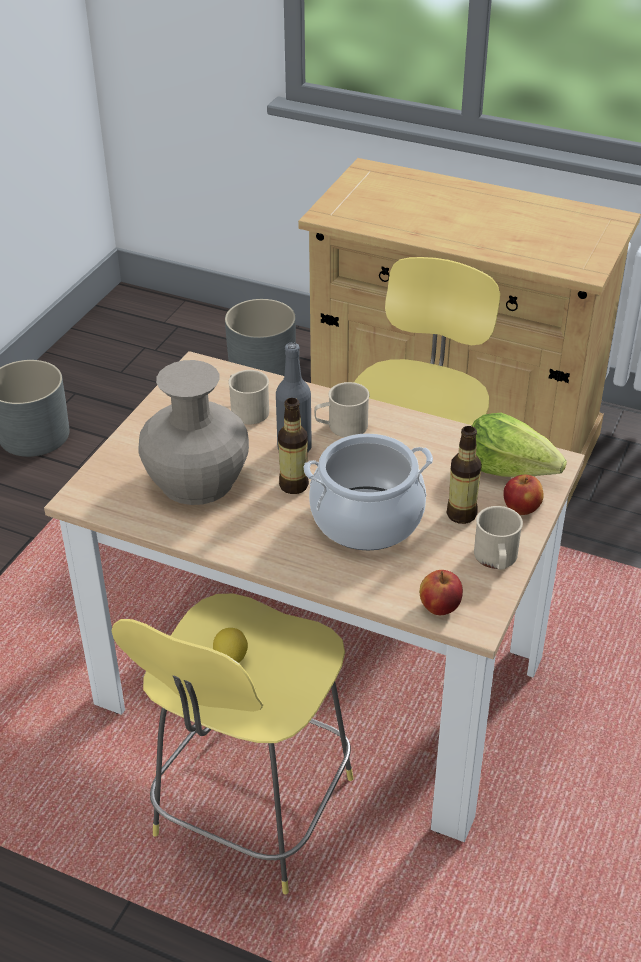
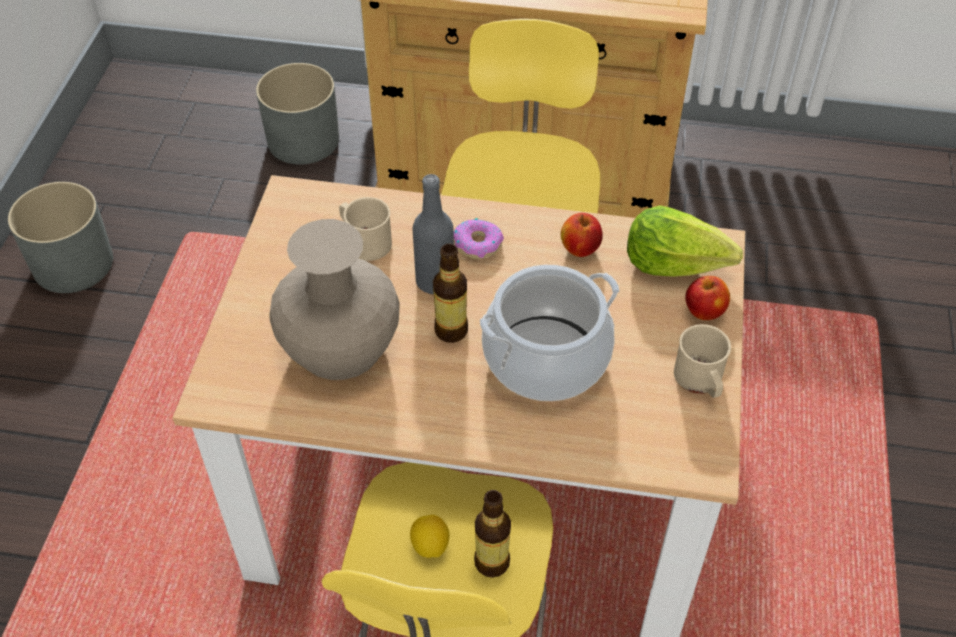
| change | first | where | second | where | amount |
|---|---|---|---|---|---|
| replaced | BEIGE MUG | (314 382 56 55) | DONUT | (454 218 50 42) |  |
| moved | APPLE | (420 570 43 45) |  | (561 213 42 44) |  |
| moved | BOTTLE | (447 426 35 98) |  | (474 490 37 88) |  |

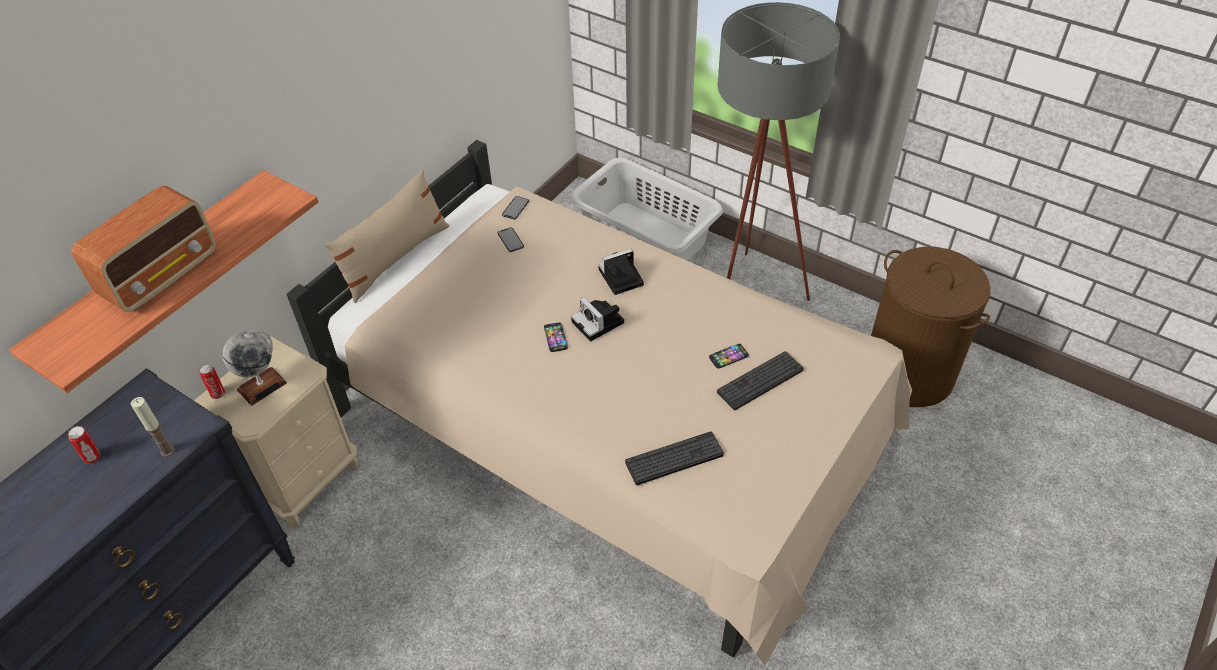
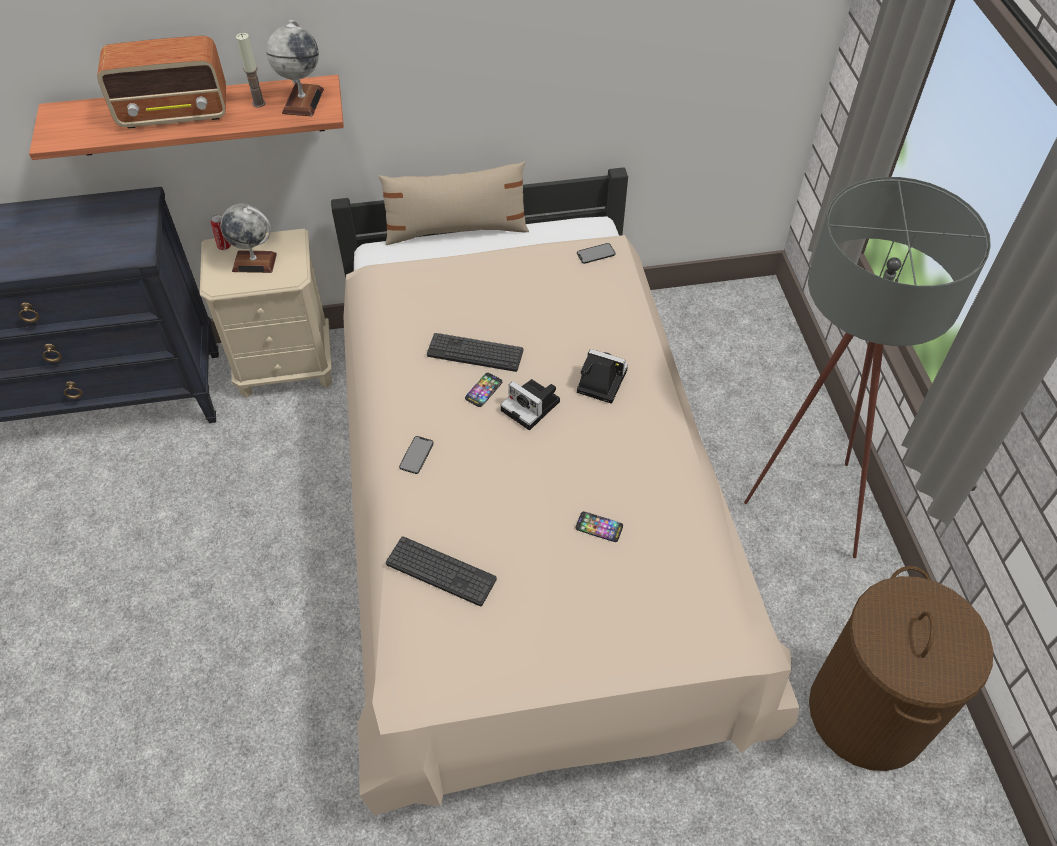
| change | first | where | second | where | amount |
|---|---|---|---|---|---|
| removed | CAN | (68 426 32 38) |  |  |  |
| moved | CANDLE | (131 397 44 60) |  | (236 33 29 75) |  |
| moved | PHONE | (498 227 26 25) |  | (399 436 35 38) |  |
| removed | GREY LAUNDRY BASKET | (570 158 153 103) |  |  |  |
| turned | PHOTO CAMERA | (571 297 53 44) |  | (500 379 60 51) | 60 degrees counterclockwise |
| moved | KEYBOARD | (717 351 87 59) |  | (427 333 96 39) |  |
| added |  |  | GLOBE | (266 20 58 96) |  |

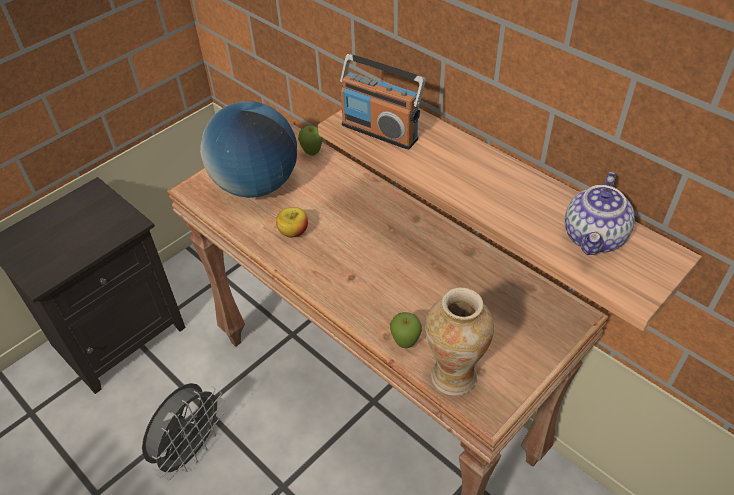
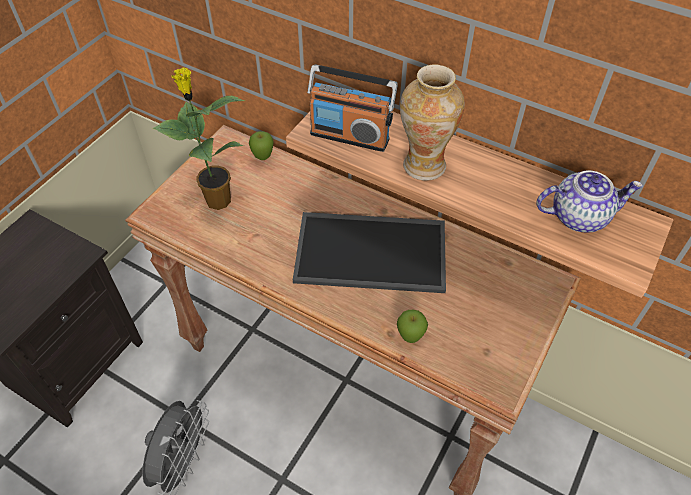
| change | first | where | second | where | amount |
|---|---|---|---|---|---|
| replaced | GLOBE | (200 101 97 97) | POTTED PLANT | (153 67 92 143) |  |
| removed | APPLE | (276 207 32 30) |  |  |  |
| moved | VASE | (425 288 69 108) |  | (400 64 65 117) |  |
| turned | TEAPOT | (565 172 70 83) |  | (536 170 107 63) | 105 degrees counterclockwise |
| added |  |  | TRAY | (293 212 153 81) |  |

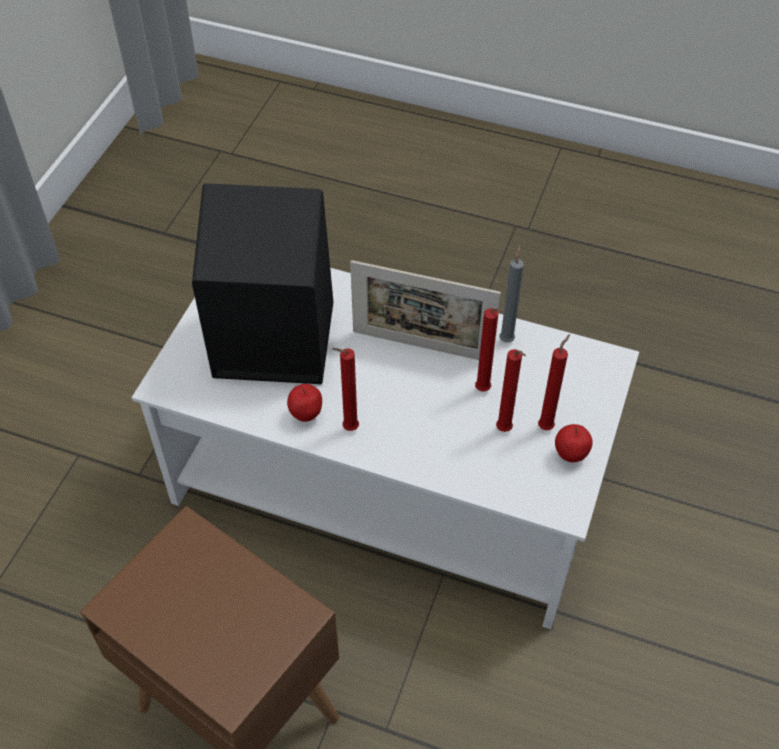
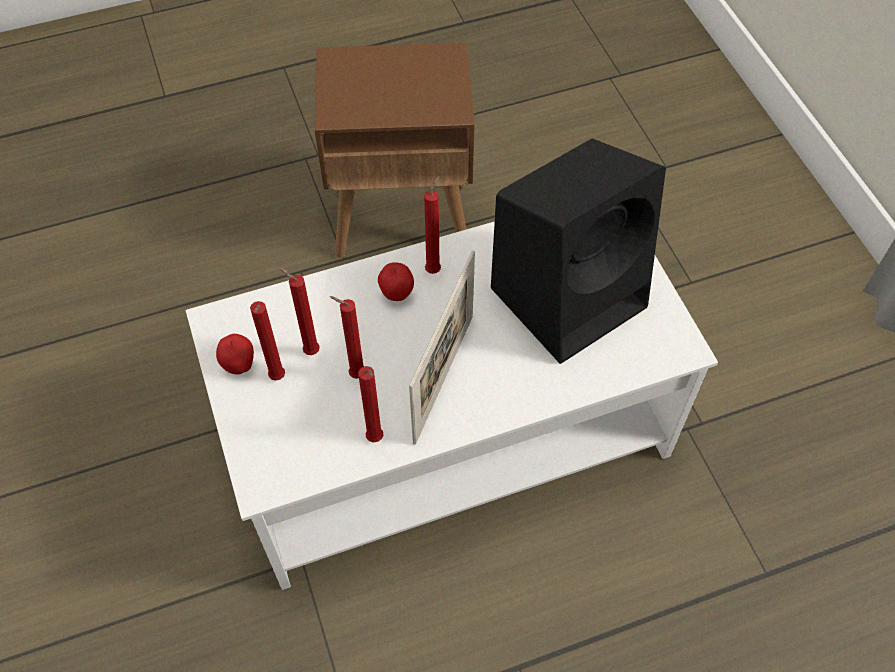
| change | first | where | second | where | amount |
|---|---|---|---|---|---|
| moved | APPLE | (287 384 35 38) |  | (378 262 36 39) |  |
| turned | PICTURE FRAME | (350 260 151 100) |  | (409 251 66 194) | 135 degrees clockwise |
| recoloured | GREY CANDLE | (499 244 25 98) | RED CANDLE | (358 366 25 76) |  |

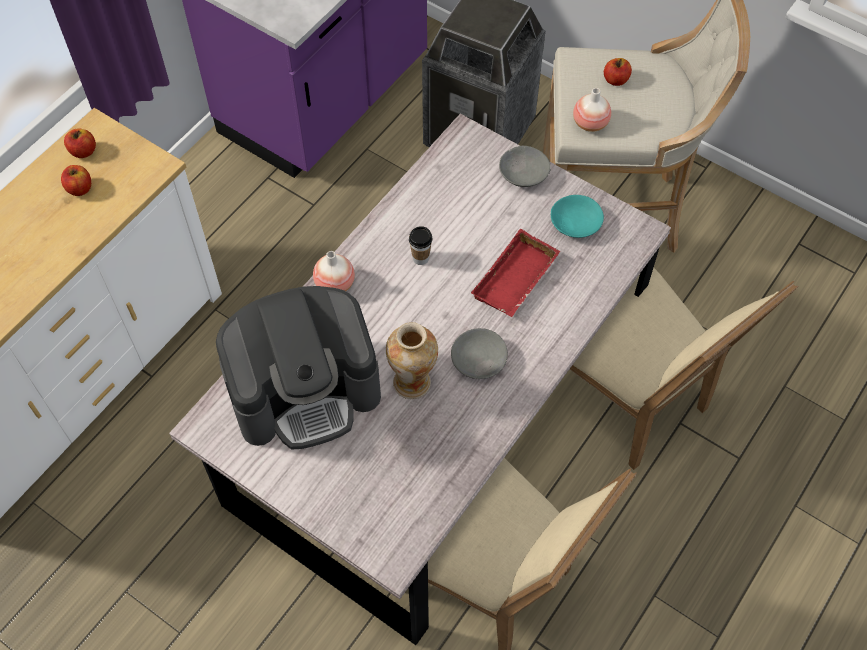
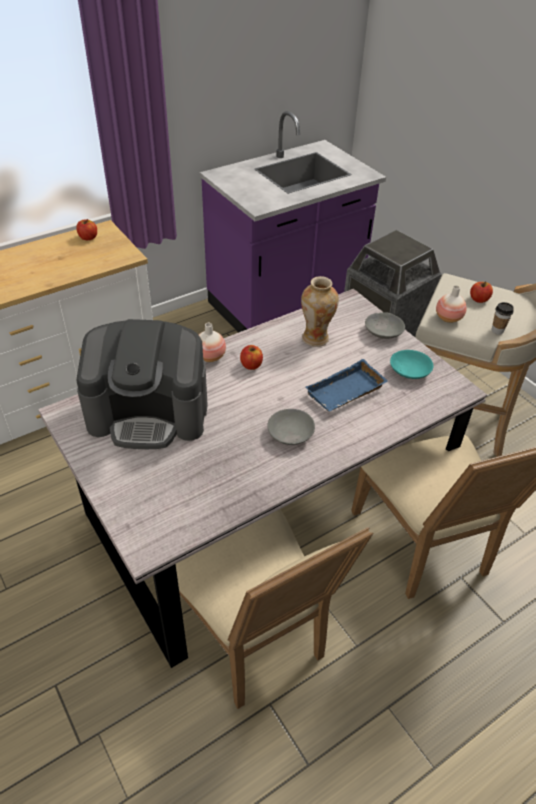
| change | first | where | second | where | amount |
|---|---|---|---|---|---|
| moved | APPLE | (61 165 30 31) |  | (240 345 23 25) |  |
| moved | VASE | (386 322 52 77) |  | (301 276 38 71) |  |
| moved | CUP | (409 226 23 39) |  | (491 302 23 33) |  |
| recoloured | RED TRAY | (471 229 89 88) | BLUE TRAY | (306 359 82 53) |  |

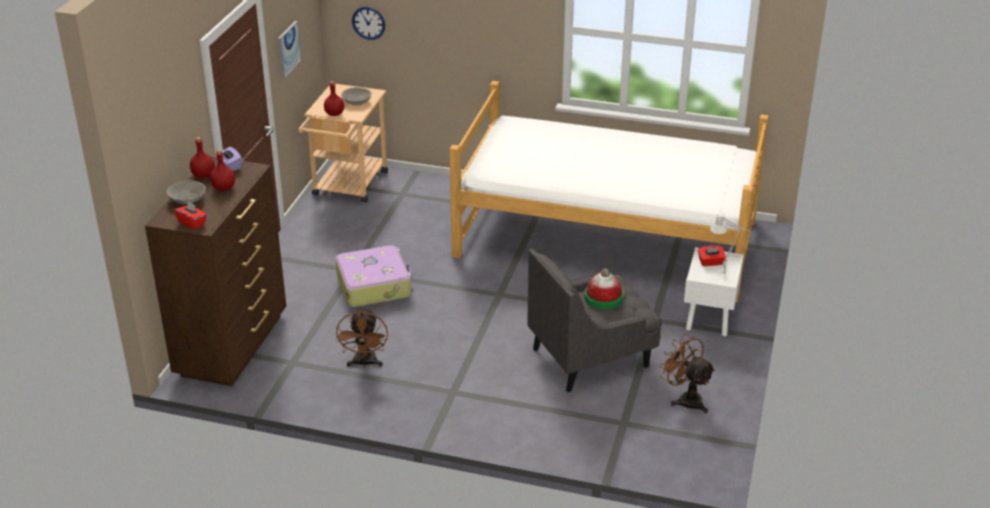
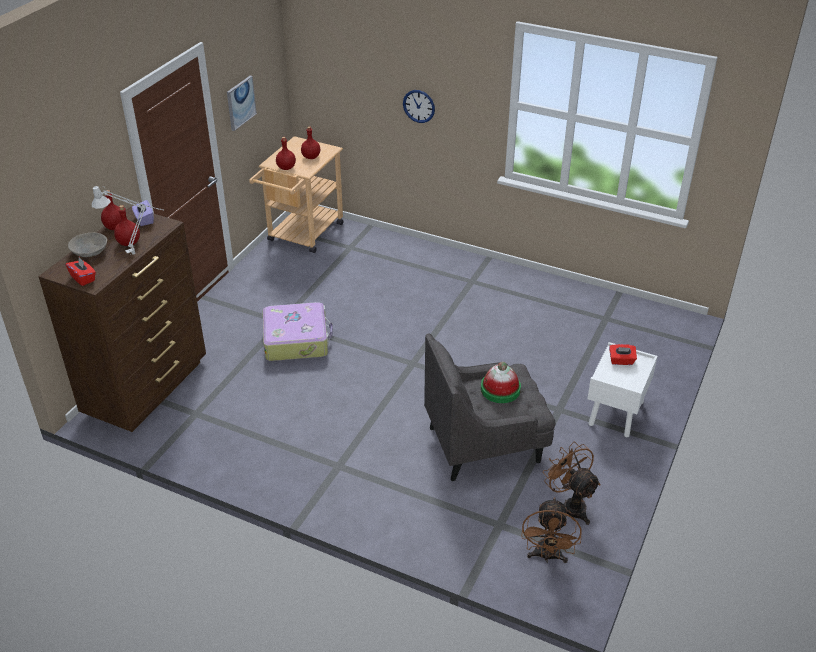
| change | first | where | second | where | amount |
|---|---|---|---|---|---|
| moved | BROWN FAN | (336 307 52 61) |  | (521 497 61 66) |  |
| replaced | GREY BOWL | (341 87 31 18) | RED BOTTLE | (301 126 19 33) |  |
| moved | WALL CLOCK | (352 7 33 33) |  | (403 90 32 33) |  |
| removed | BED | (449 81 320 221) |  |  |  |
| moved | GREY TABLE LAMP | (710 214 39 60) |  | (92 186 70 69) |  |

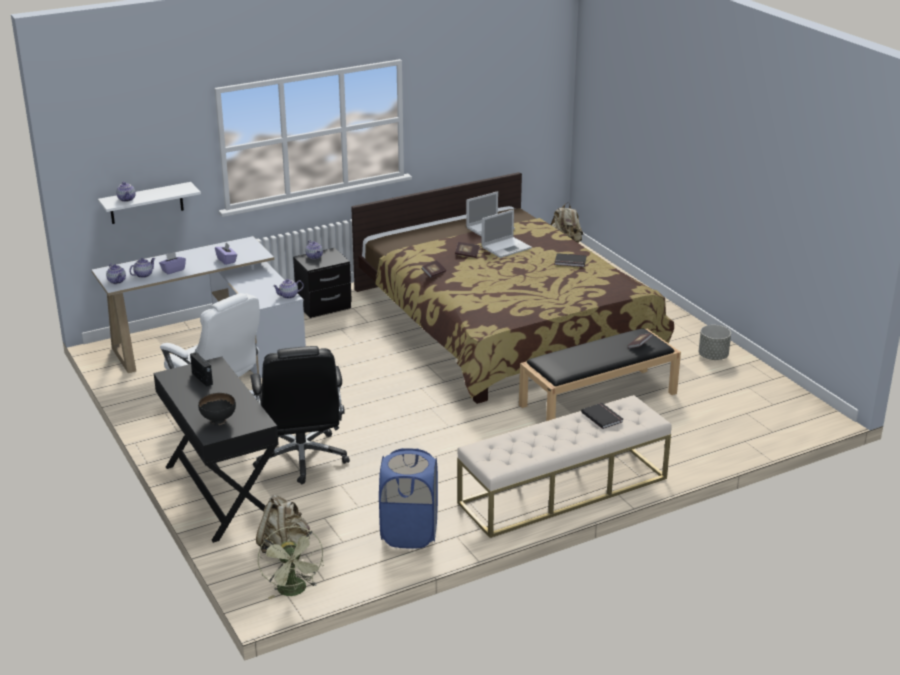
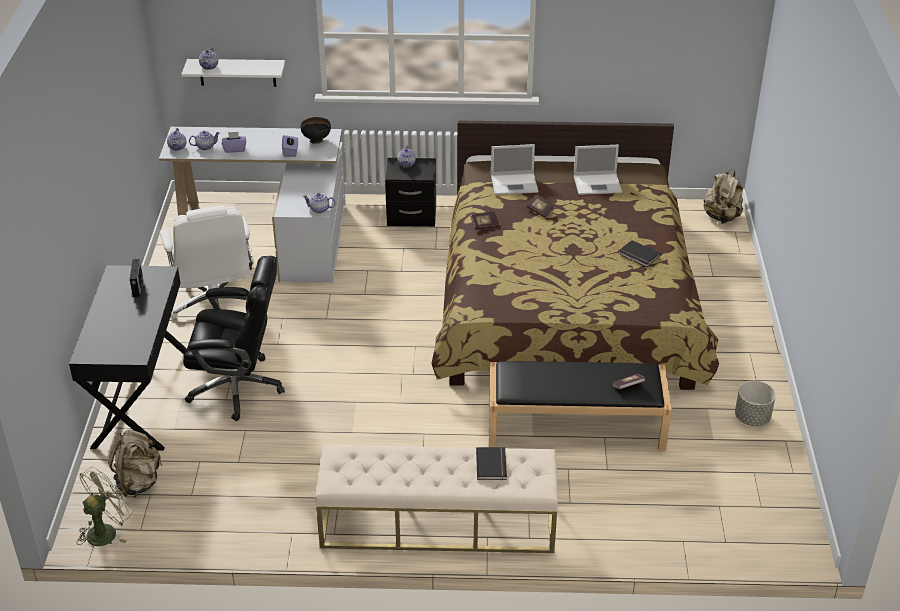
| change | first | where | second | where | amount |
|---|---|---|---|---|---|
| moved | BLACK BOWL | (198 393 38 33) |  | (301 117 30 27) |  |
| turned | BLACK OFFICE CHAIR | (250 346 100 138) |  | (183 256 102 165) | 105 degrees counterclockwise |
| turned | GREEN FAN | (258 526 66 73) |  | (77 467 55 79) | 150 degrees counterclockwise |
| removed | BLUE LAUNDRY BASKET | (379 448 59 101) |  |  |  |
| moved | LAPTOP | (481 209 51 49) |  | (491 144 48 51) |  |

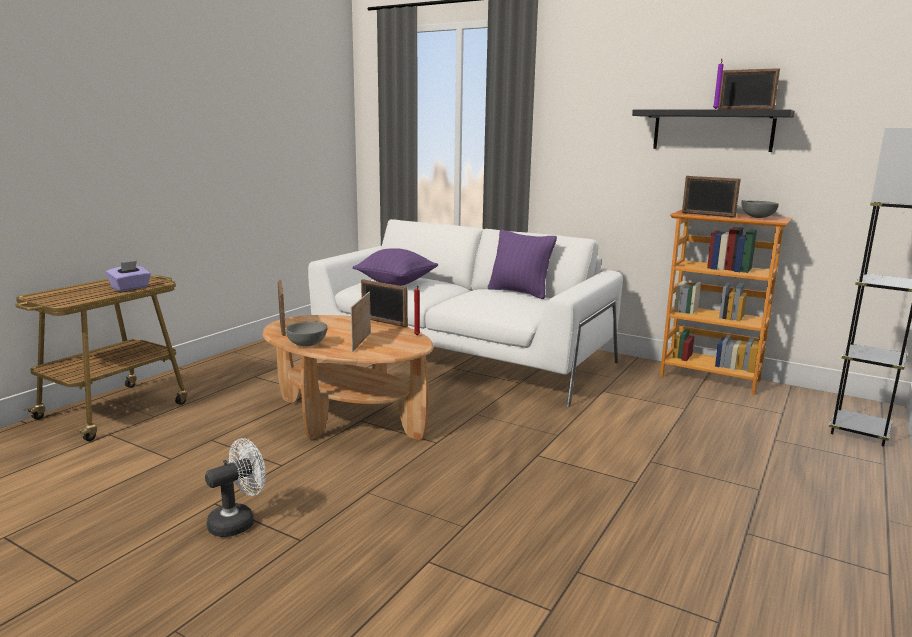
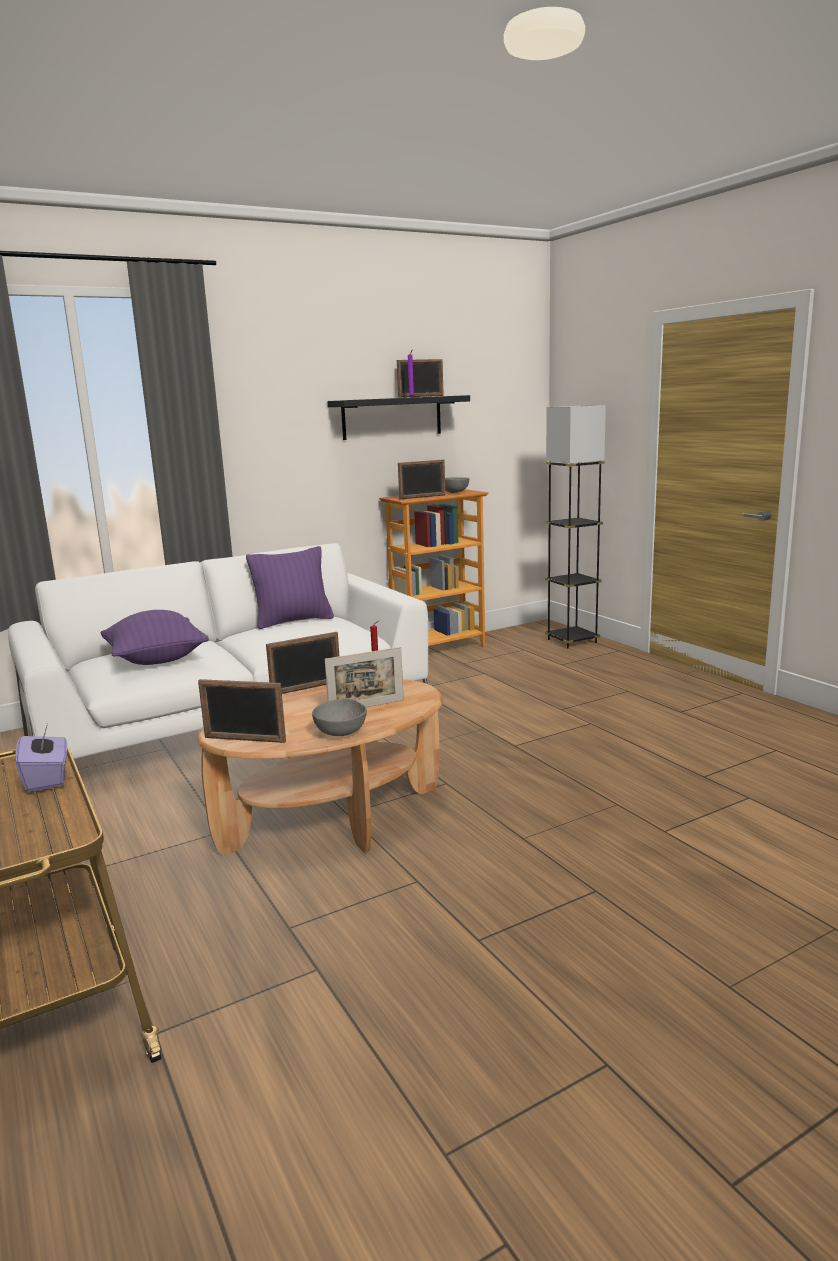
| change | first | where | second | where | amount |
|---|---|---|---|---|---|
| removed | WHITE FAN | (205 438 61 99) |  |  |  |
| turned | PICTURE FRAME | (350 292 21 60) |  | (325 647 79 60) | 60 degrees counterclockwise |

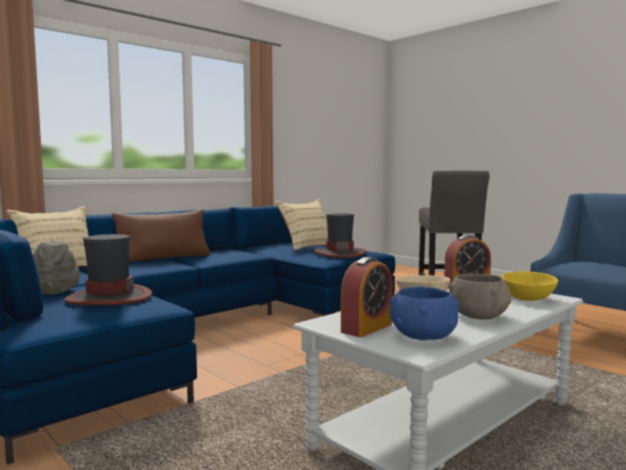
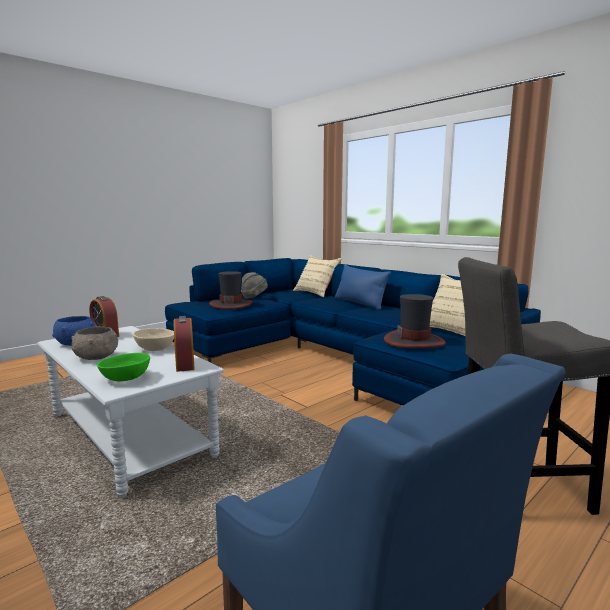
| change | first | where | second | where | amount |
|---|---|---|---|---|---|
| recoloured | BROWN PILLOW | (112 210 98 52) | BLUE PILLOW | (335 265 56 45) |  |
| recoloured | YELLOW BOWL | (502 271 56 30) | GREEN BOWL | (97 353 53 29) |  |

